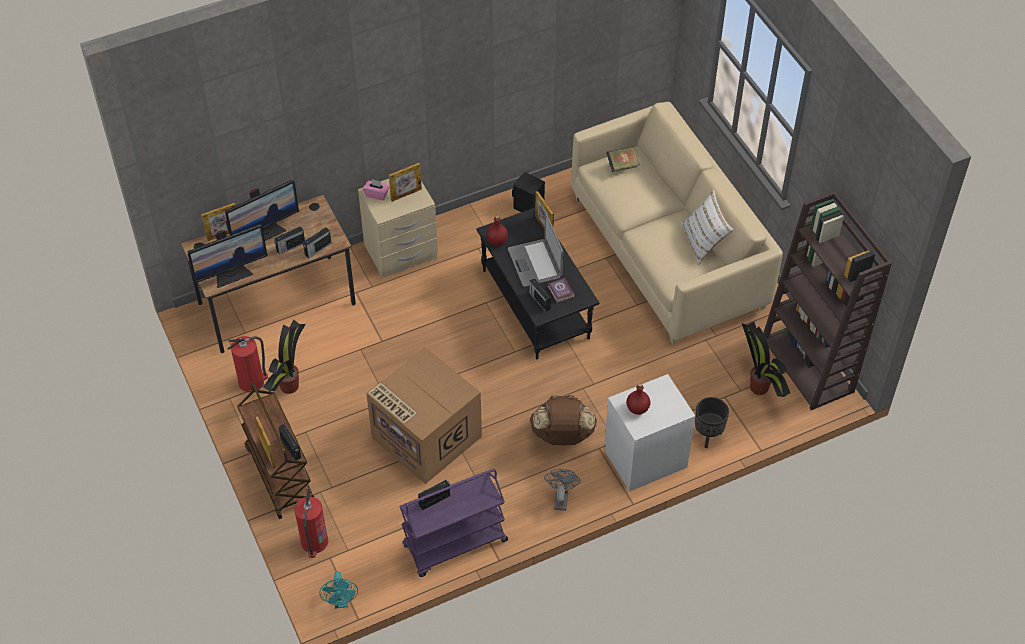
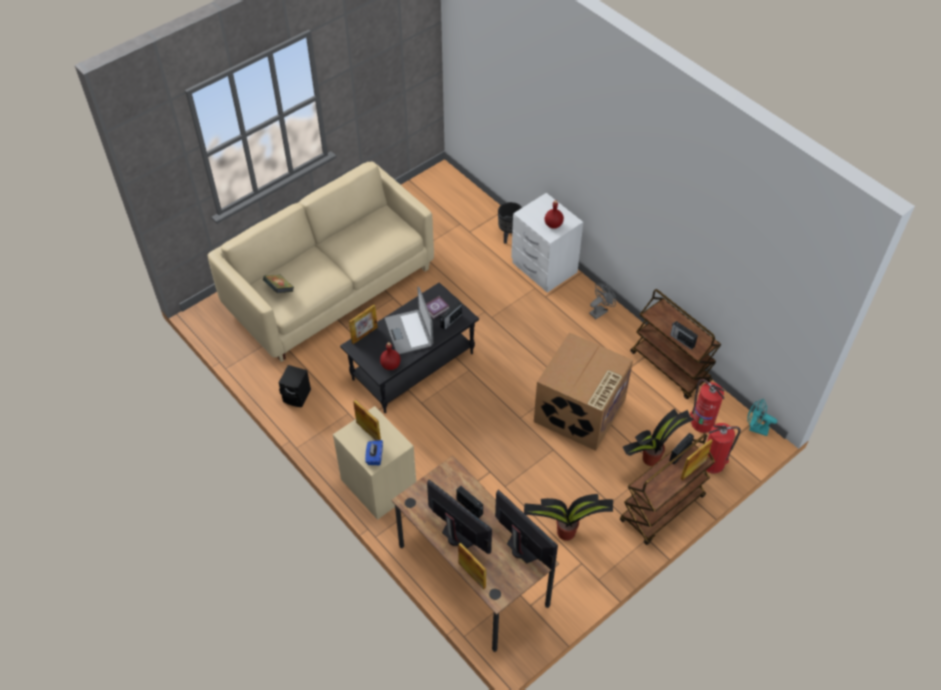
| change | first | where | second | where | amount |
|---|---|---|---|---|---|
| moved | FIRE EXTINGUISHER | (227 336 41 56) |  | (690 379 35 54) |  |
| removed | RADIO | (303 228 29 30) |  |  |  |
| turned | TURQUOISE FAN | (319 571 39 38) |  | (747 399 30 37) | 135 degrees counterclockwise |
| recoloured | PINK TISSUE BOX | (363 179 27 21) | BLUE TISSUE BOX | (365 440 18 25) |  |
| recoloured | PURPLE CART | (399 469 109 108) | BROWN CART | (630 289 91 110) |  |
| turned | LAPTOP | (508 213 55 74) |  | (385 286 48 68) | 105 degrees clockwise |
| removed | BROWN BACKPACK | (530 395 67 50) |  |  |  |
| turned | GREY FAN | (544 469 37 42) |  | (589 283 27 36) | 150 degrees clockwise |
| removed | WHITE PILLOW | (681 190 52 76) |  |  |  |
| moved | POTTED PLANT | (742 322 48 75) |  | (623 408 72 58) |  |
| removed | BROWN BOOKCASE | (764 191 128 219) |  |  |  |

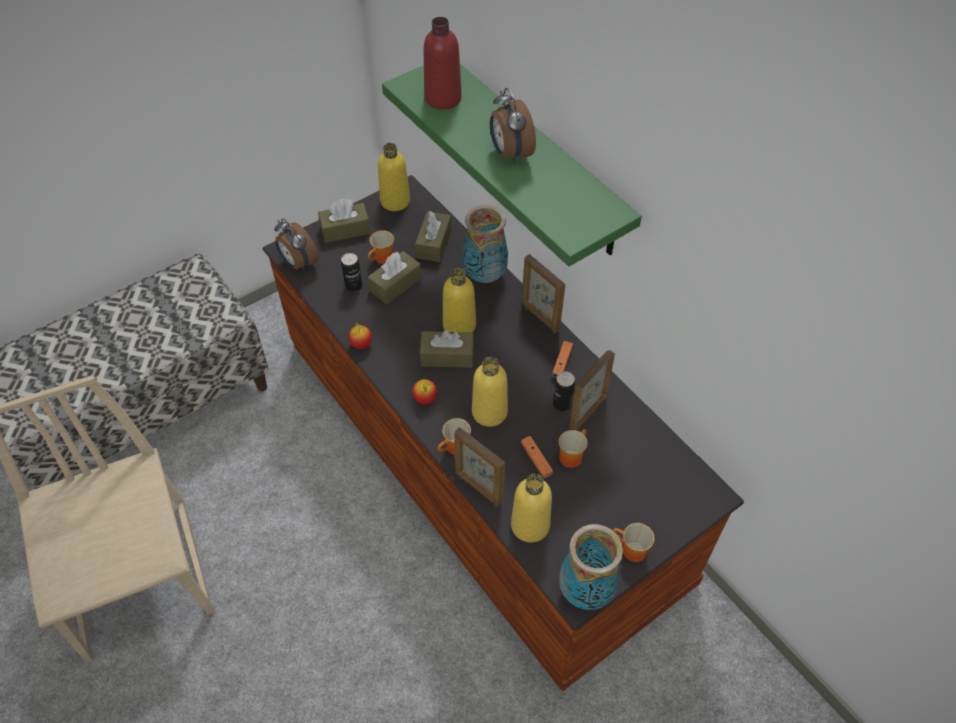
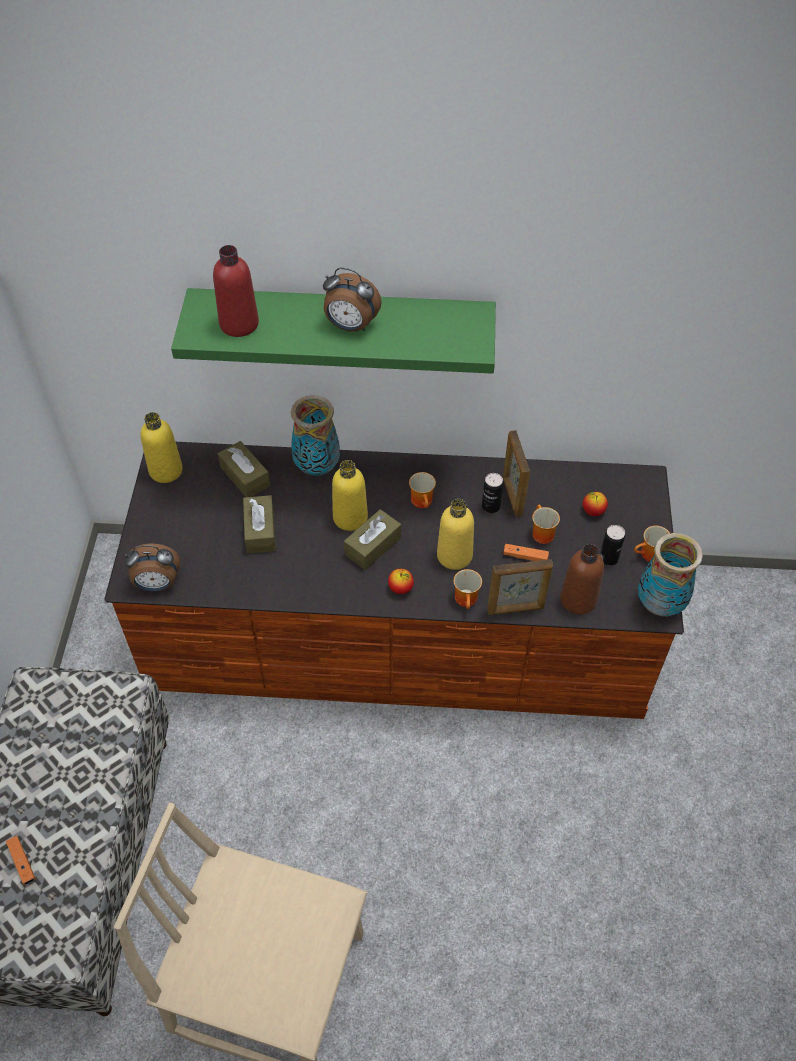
| change | first | where | second | where | amount |
|---|---|---|---|---|---|
| removed | BROWN TISSUE BOX | (318 199 53 44) |  |  |  |
| moved | CAN | (341 253 21 39) |  | (600 525 25 41) |  |
| moved | APPLE | (348 322 24 27) |  | (583 492 25 24) |  |
| moved | MUG | (368 230 26 34) |  | (409 472 27 36) |  |
| recoloured | YELLOW BOTTLE | (511 474 41 69) | BROWN BOTTLE | (560 544 44 71) |  |
| removed | PICTURE FRAME | (521 254 44 78) |  |  |  |
| moved | ORANGE GAME CONTROLLER | (552 341 21 36) |  | (6 836 30 49) |  |

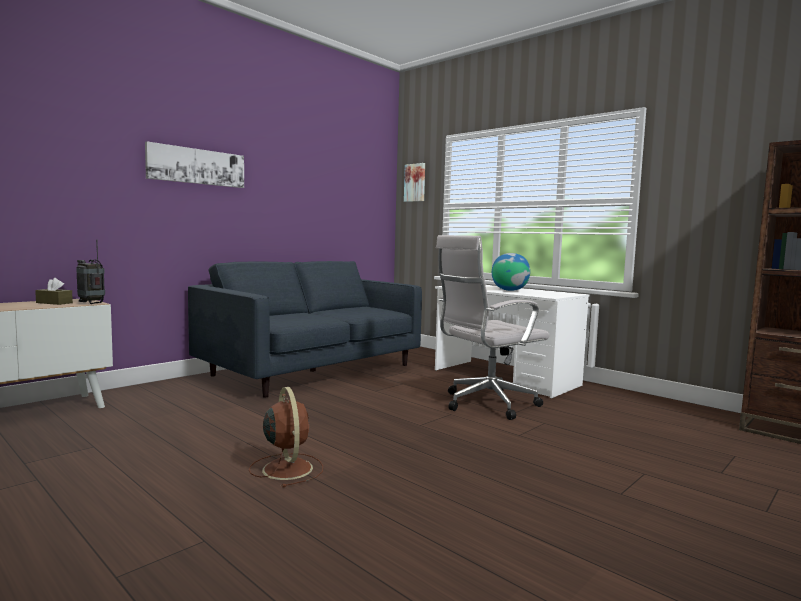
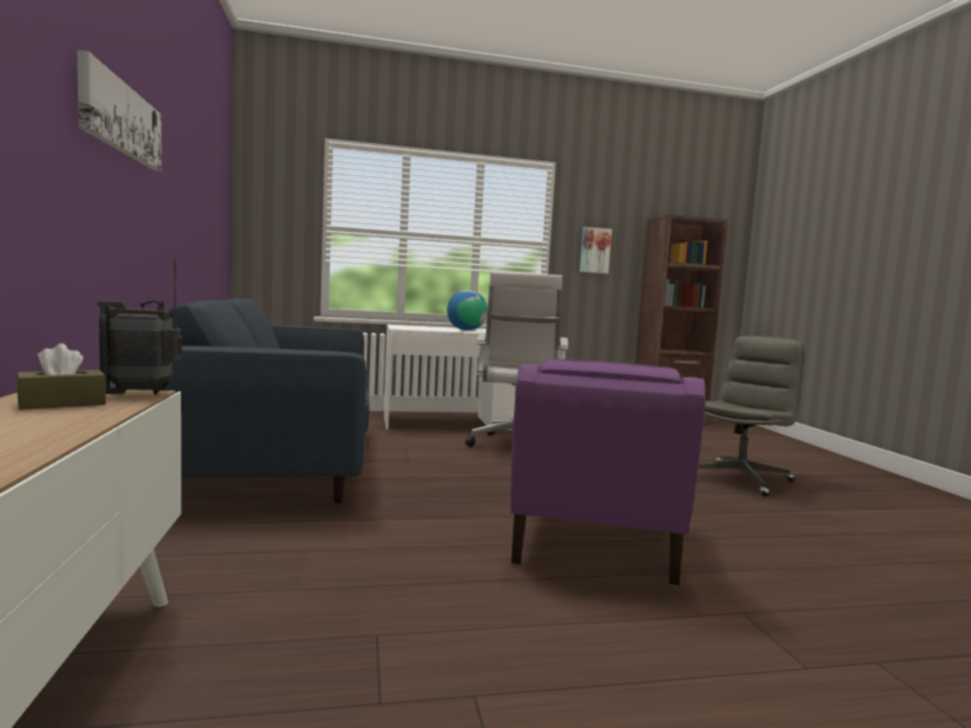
| change | first | where | second | where | amount |
|---|---|---|---|---|---|
| replaced | BROWN FAN | (249 387 74 100) | PURPLE ARMCHAIR | (510 359 195 228) |  |
| moved | PICTURE | (404 163 21 39) |  | (580 227 32 47) |  |
| added |  |  | GREY OFFICE CHAIR | (698 336 107 161) |  |

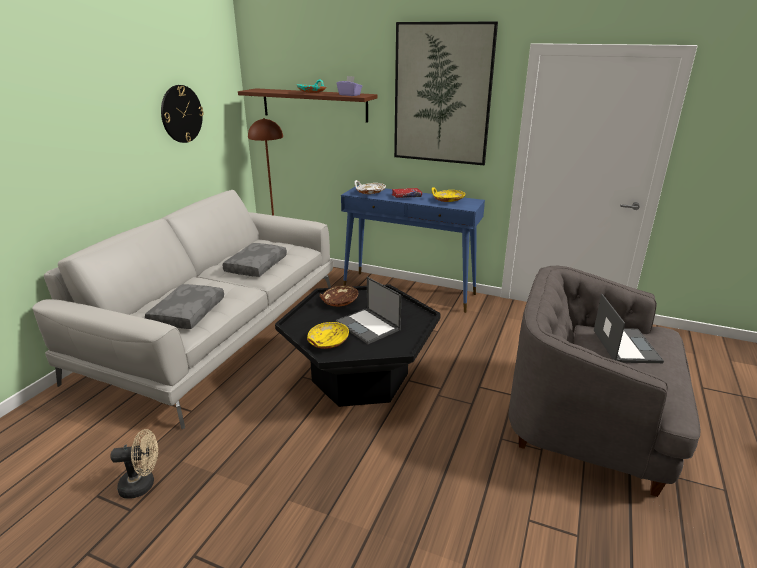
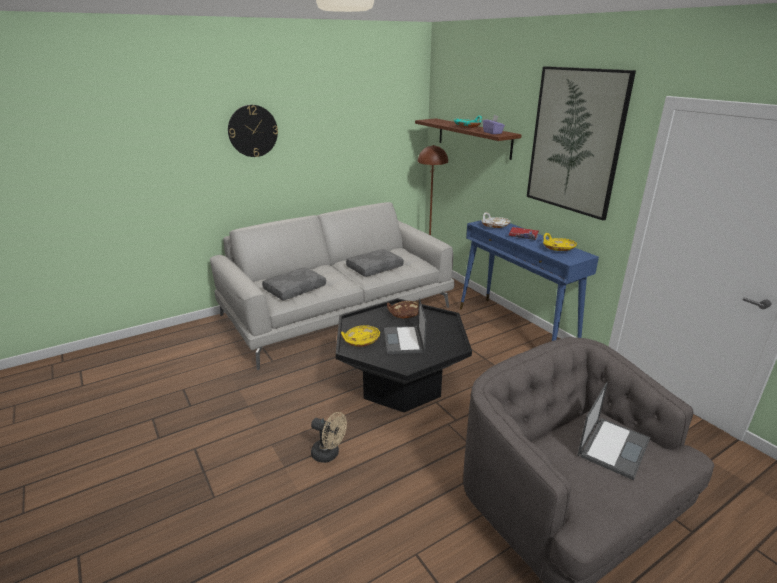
| change | first | where | second | where | amount |
|---|---|---|---|---|---|
| moved | BEIGE FAN | (110 429 48 70) |  | (311 412 36 51) |  |
| moved | WALL CLOCK | (161 85 43 58) |  | (228 105 50 52) |  |

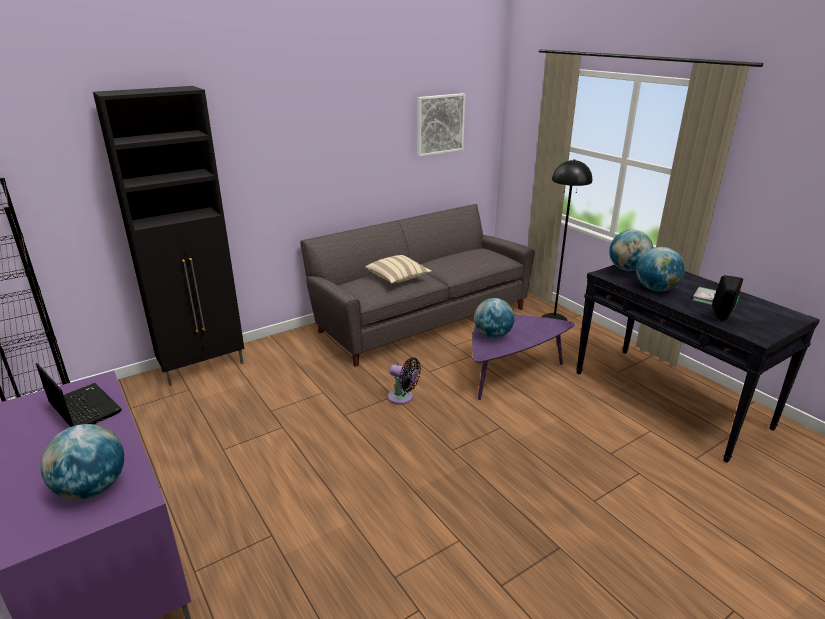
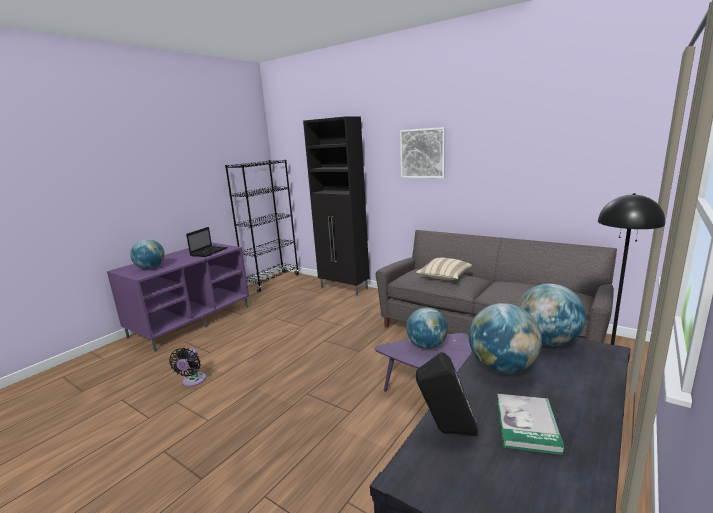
| change | first | where | second | where | amount |
|---|---|---|---|---|---|
| moved | BLACK FAN | (388 357 33 48) |  | (169 348 37 39) |  |
| moved | PICTURE | (417 93 48 64) |  | (400 127 46 51) |  |

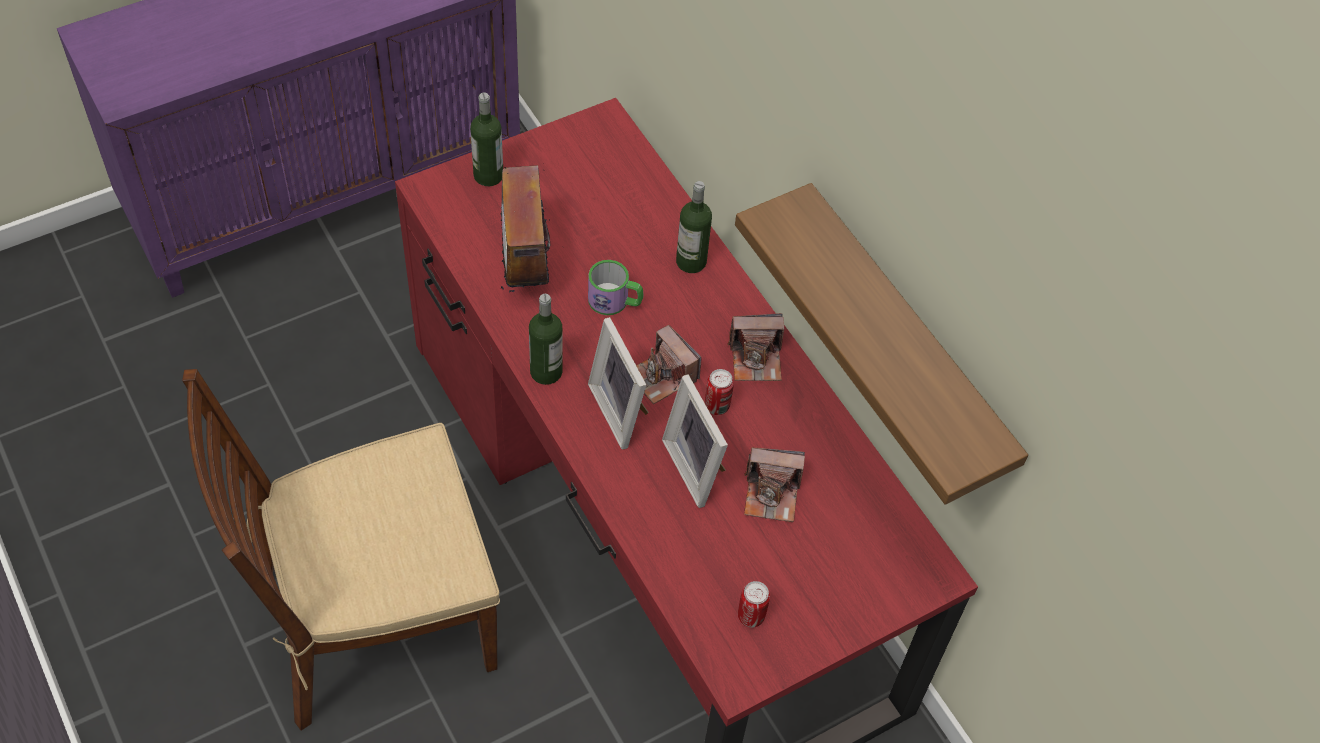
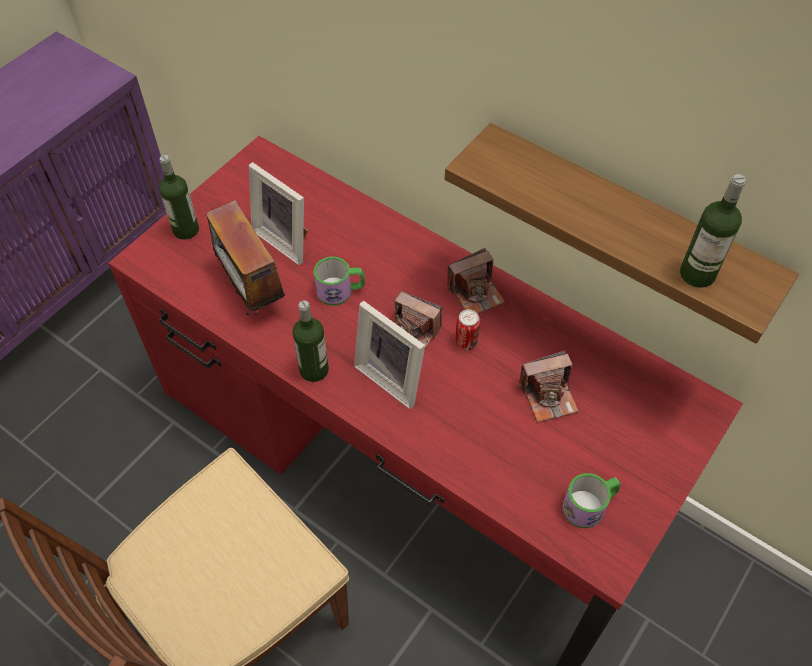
| change | first | where | second | where | amount |
|---|---|---|---|---|---|
| moved | PICTURE FRAME | (662 374 66 134) |  | (249 162 59 103) |  |
| moved | BOTTLE | (676 181 36 92) |  | (680 174 66 114) |  |
| replaced | CAN | (738 581 32 47) | MUG | (563 473 58 55) |  |

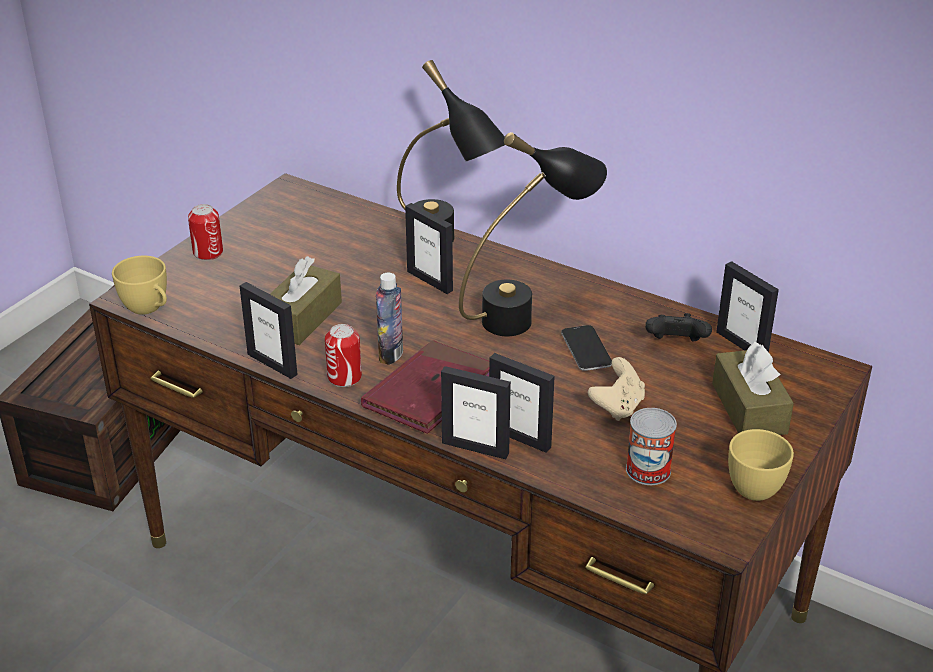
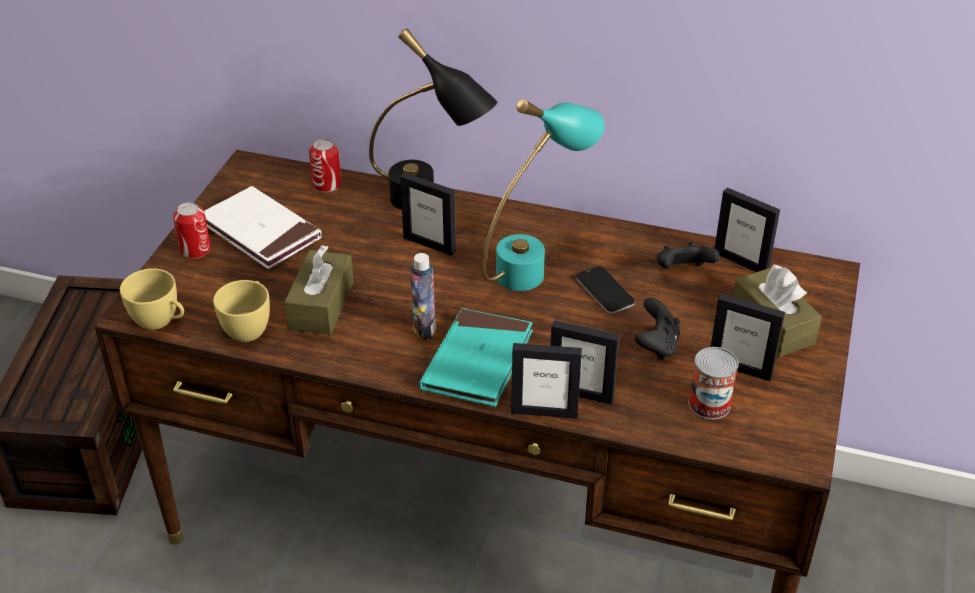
| change | first | where | second | where | amount |
|---|---|---|---|---|---|
| moved | PICTURE FRAME | (240 282 58 97) |  | (711 294 74 87) |  |
| moved | CAN | (325 324 37 63) |  | (309 139 32 53) |  |
| recoloured | RED BOOK | (361 340 128 94) | TURQUOISE BOOK | (420 308 113 99) |  |
| recoloured | BLACK TABLE LAMP | (459 132 148 204) | TURQUOISE TABLE LAMP | (481 99 123 192) |  |
| recoloured | BEIGE GAME CONTROLLER | (588 357 57 64) | BLACK GAME CONTROLLER | (635 298 45 61) |  |
| moved | YELLOW CUP | (728 429 66 72) |  | (213 280 57 62) |  |
| added |  |  | WHITE BOOK | (204 186 118 83) |  |

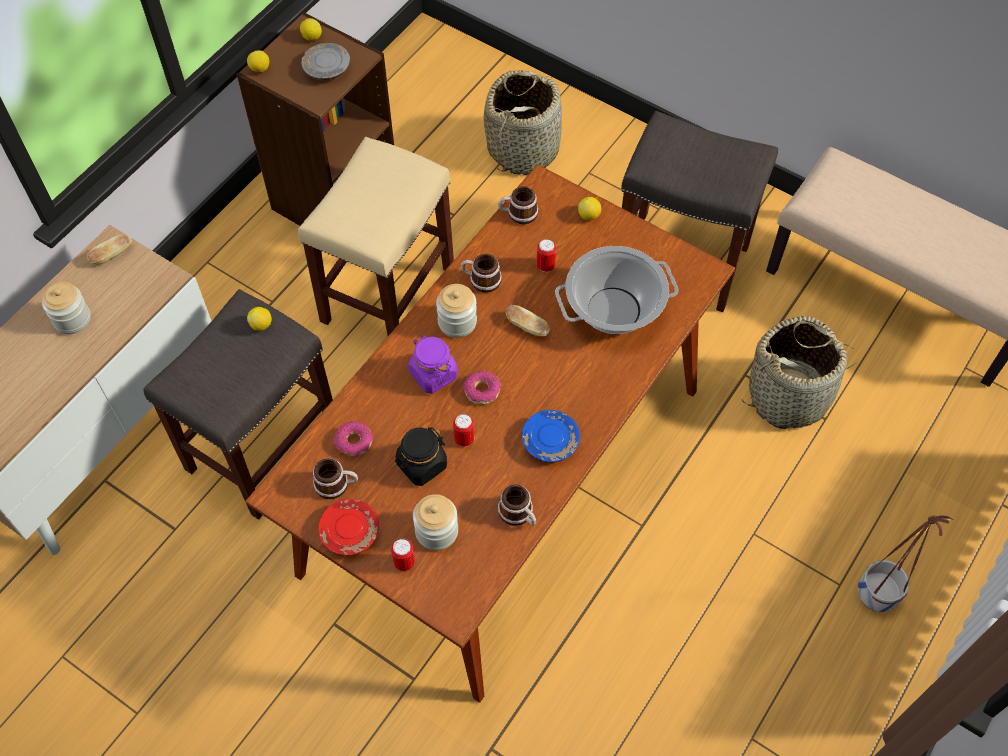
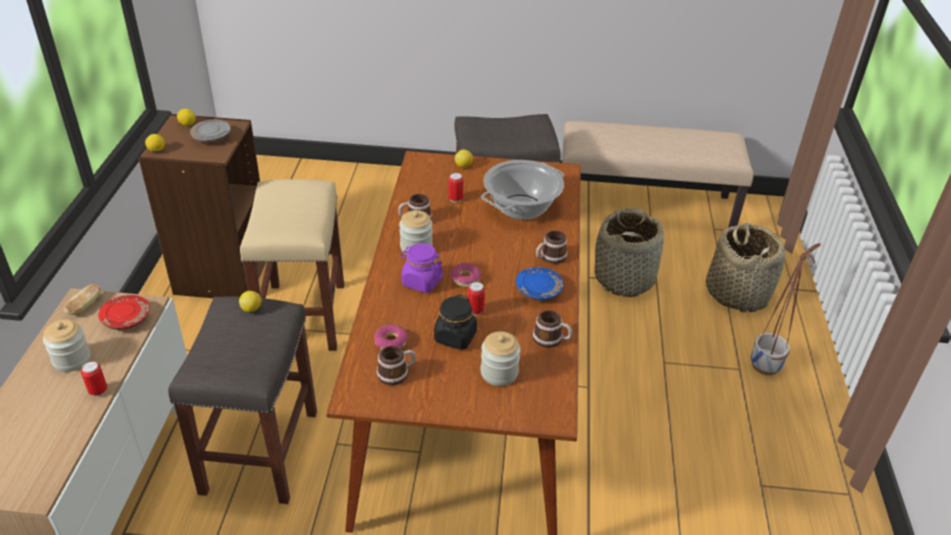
| change | first | where | second | where | amount |
|---|---|---|---|---|---|
| moved | RED PLATE | (318 499 61 56) |  | (98 295 52 35) |  |
| moved | CAN | (391 538 24 33) |  | (81 361 26 36) |  |
| moved | BASKET | (484 70 78 105) |  | (706 223 79 90) |  |
| moved | MUG | (498 186 40 38) |  | (536 230 31 34) |  |
| removed | BREAD | (506 305 44 32) |  |  |  |

